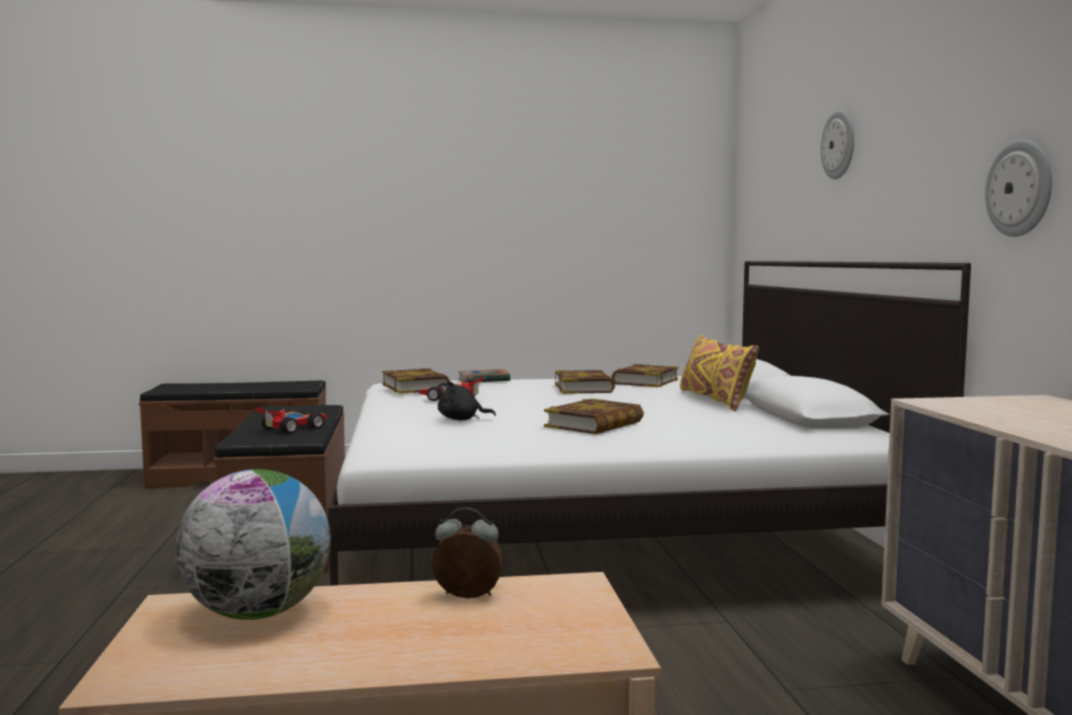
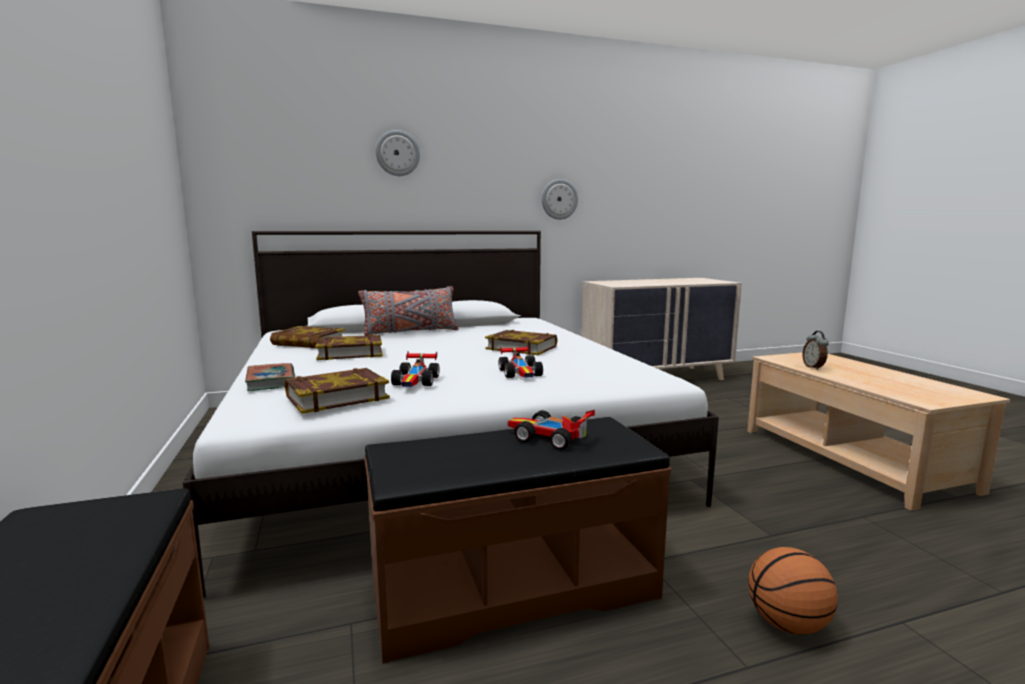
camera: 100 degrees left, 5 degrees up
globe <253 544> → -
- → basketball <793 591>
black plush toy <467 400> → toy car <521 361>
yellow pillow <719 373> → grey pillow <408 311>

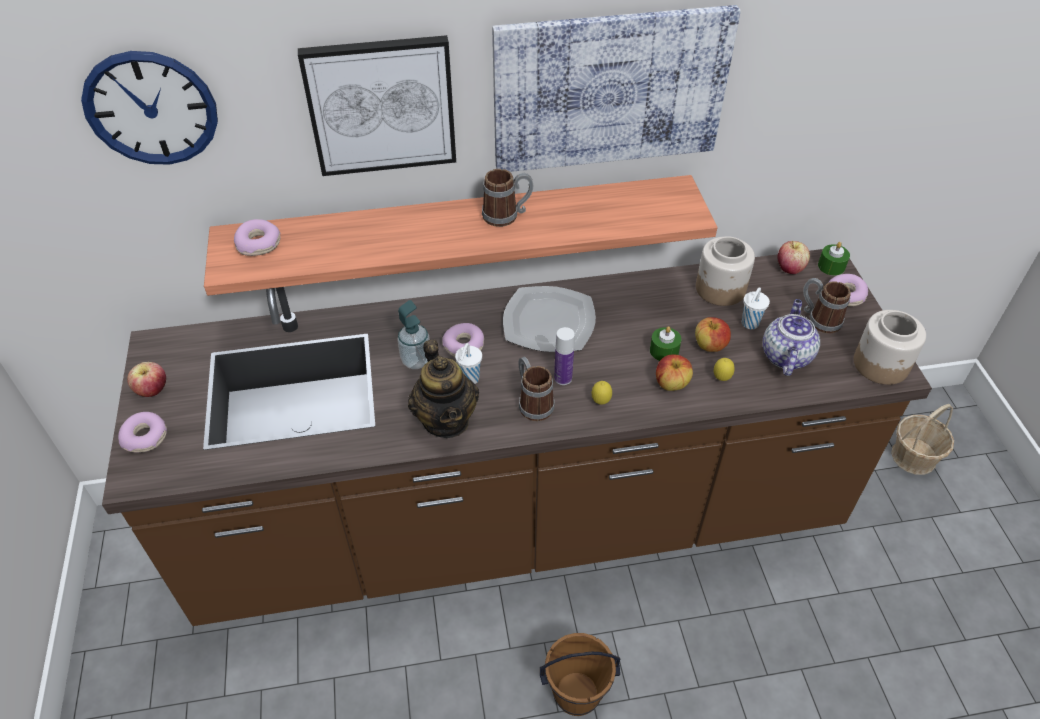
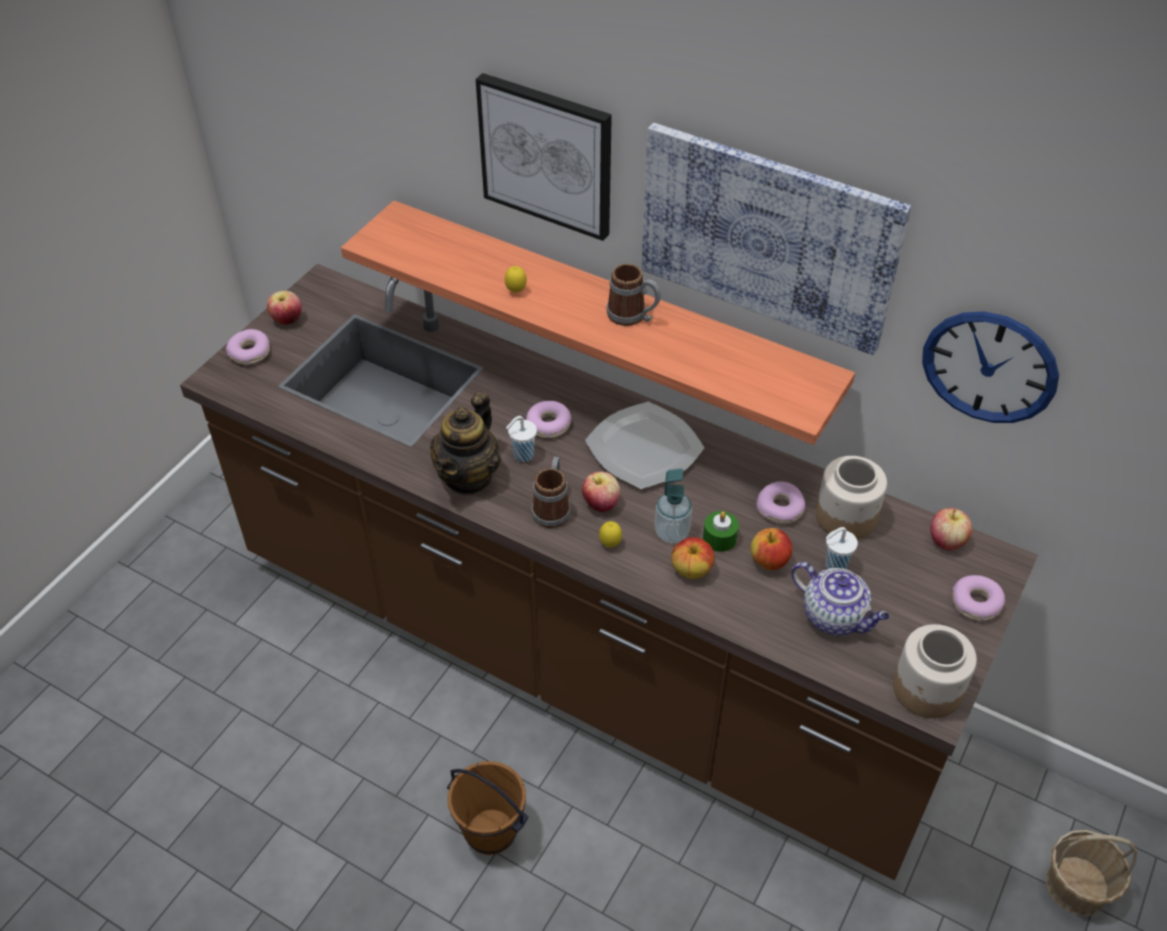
camera: 40 degrees right, 0 degrees up
mug <827 305> → -
green candle <834 259> → -
wall clock <149 108> → wall clock <990 367>, move
donut <257 237> → donut <780 502>, move
soap dispenser <413 334> → soap dispenser <673 506>, move
lemon <724 369> → lemon <516 279>, move
bottle <564 356> → apple <601 491>
teapot <791 337> → teapot <840 599>, 75 degrees clockwise

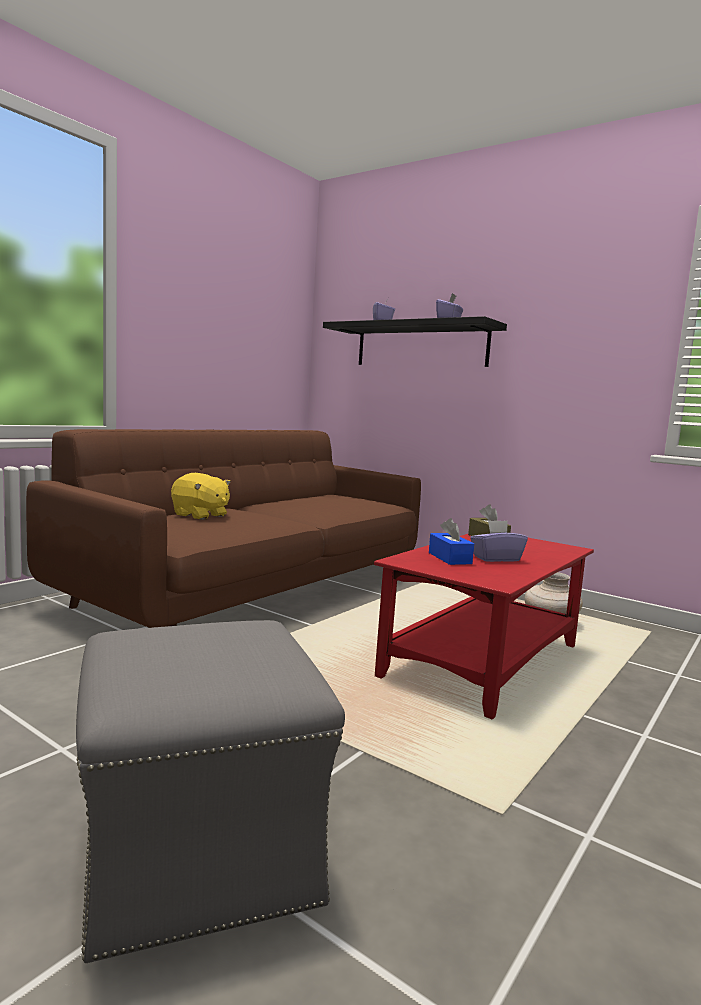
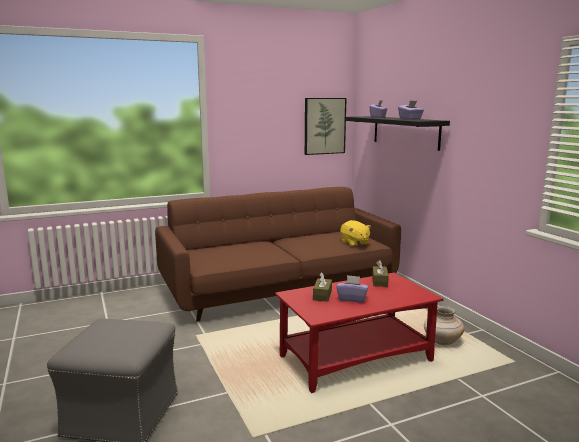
camera: 30 degrees right, 5 degrees up
- → picture <326 126>
yellow plush toy <201 496> → yellow plush toy <355 233>, move
blue tissue box <451 541> → brown tissue box <322 287>

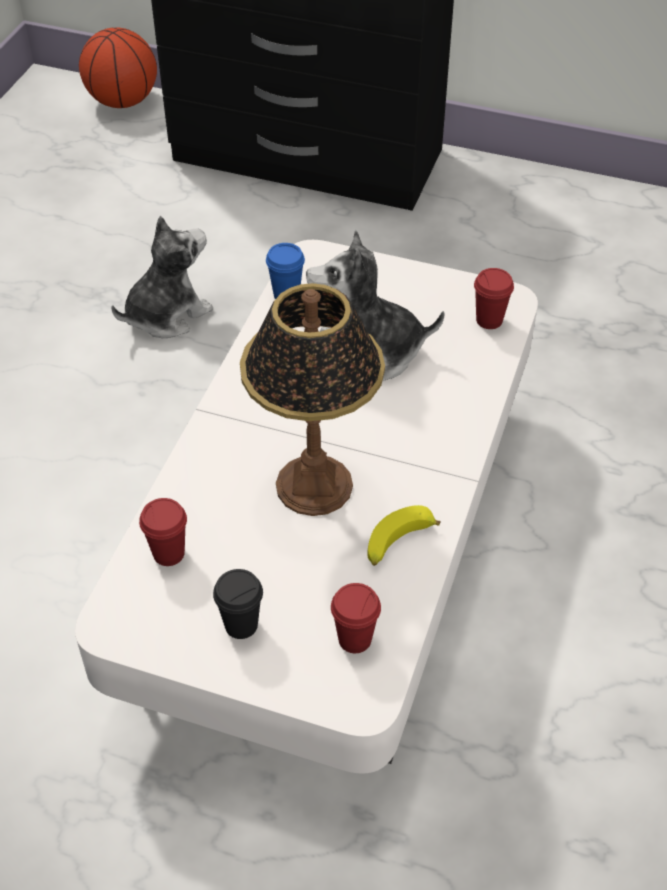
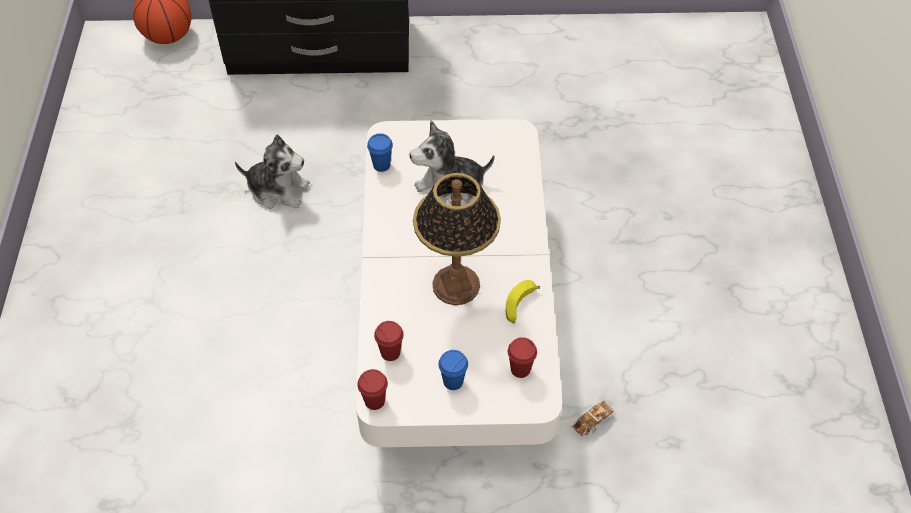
camera: 20 degrees left, 5 degrees up
- → toy car <592 418>
red cup <494 298> → red cup <372 389>, move
black cup <238 604> → blue cup <453 370>
plush toy <162 277> → plush toy <272 171>, 75 degrees clockwise

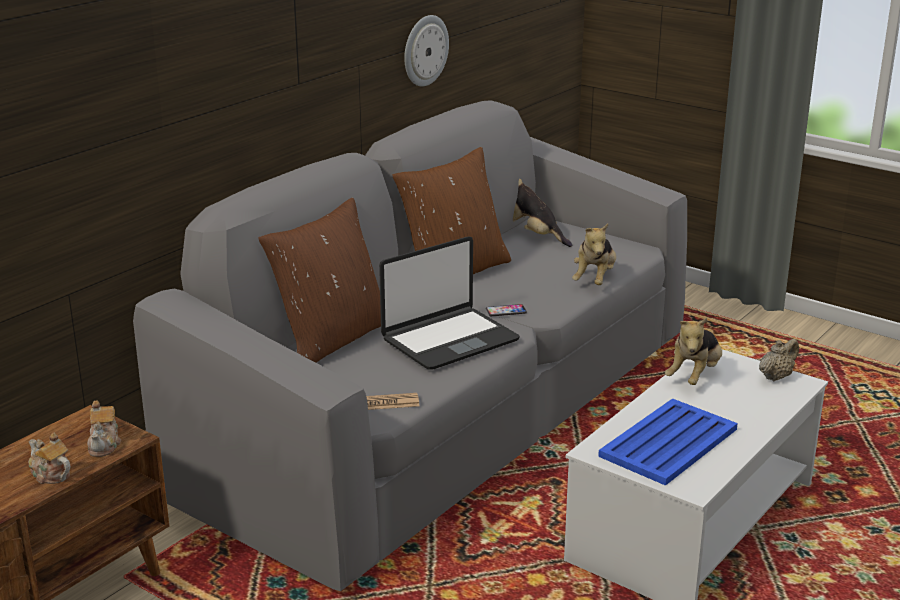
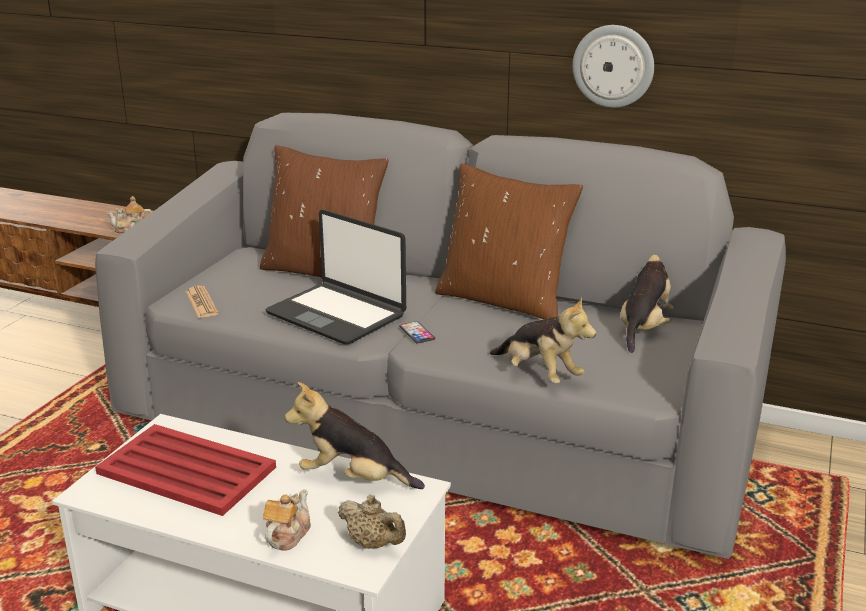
camera: 75 degrees right, 0 degrees up
teapot <49 458> → teapot <287 520>, move
blue tray <668 442> → red tray <185 470>
plush toy <594 254> → plush toy <543 340>, 135 degrees counterclockwise

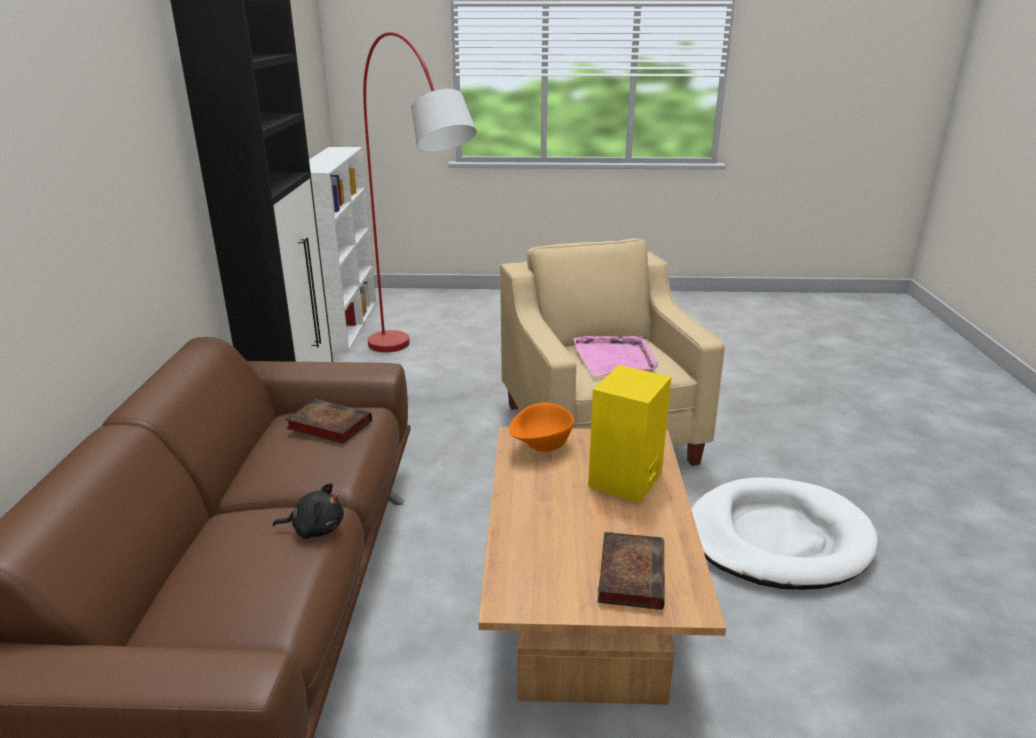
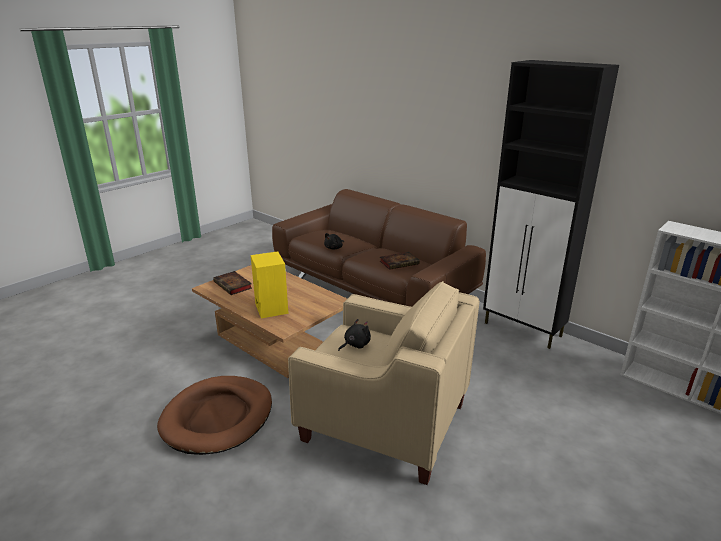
camera: 130 degrees right, 0 degrees up
red floor lamp <420 192> → -
orange bowl <541 427> → -
pink tray <615 356> → black plush toy <354 335>
white dog bed <784 534> → brown dog bed <214 415>

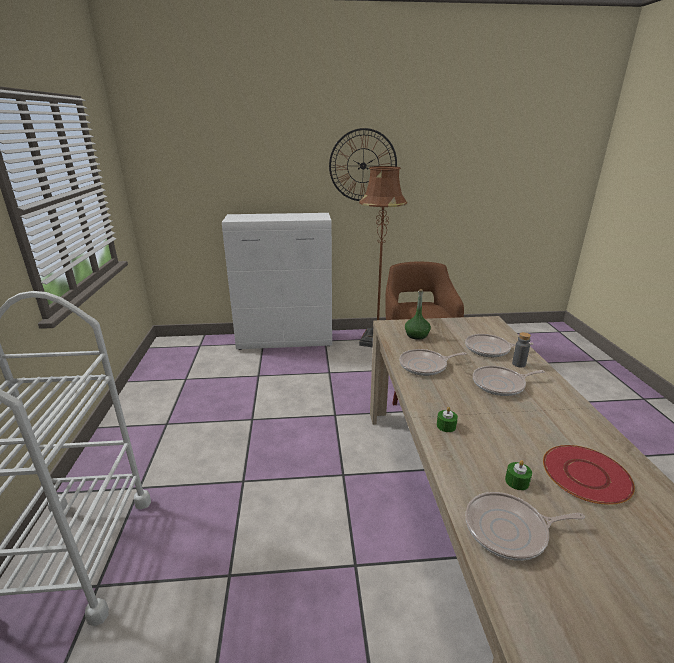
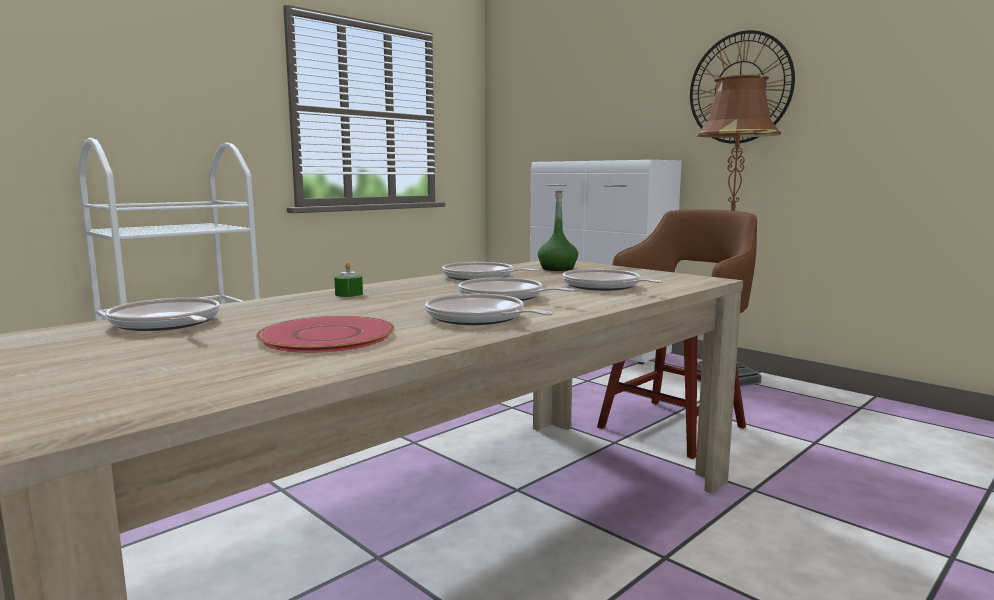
camera: 50 degrees right, 15 degrees down
green candle <518 475> → -
grey bottle <521 349> → -
- → frying pan <489 309>

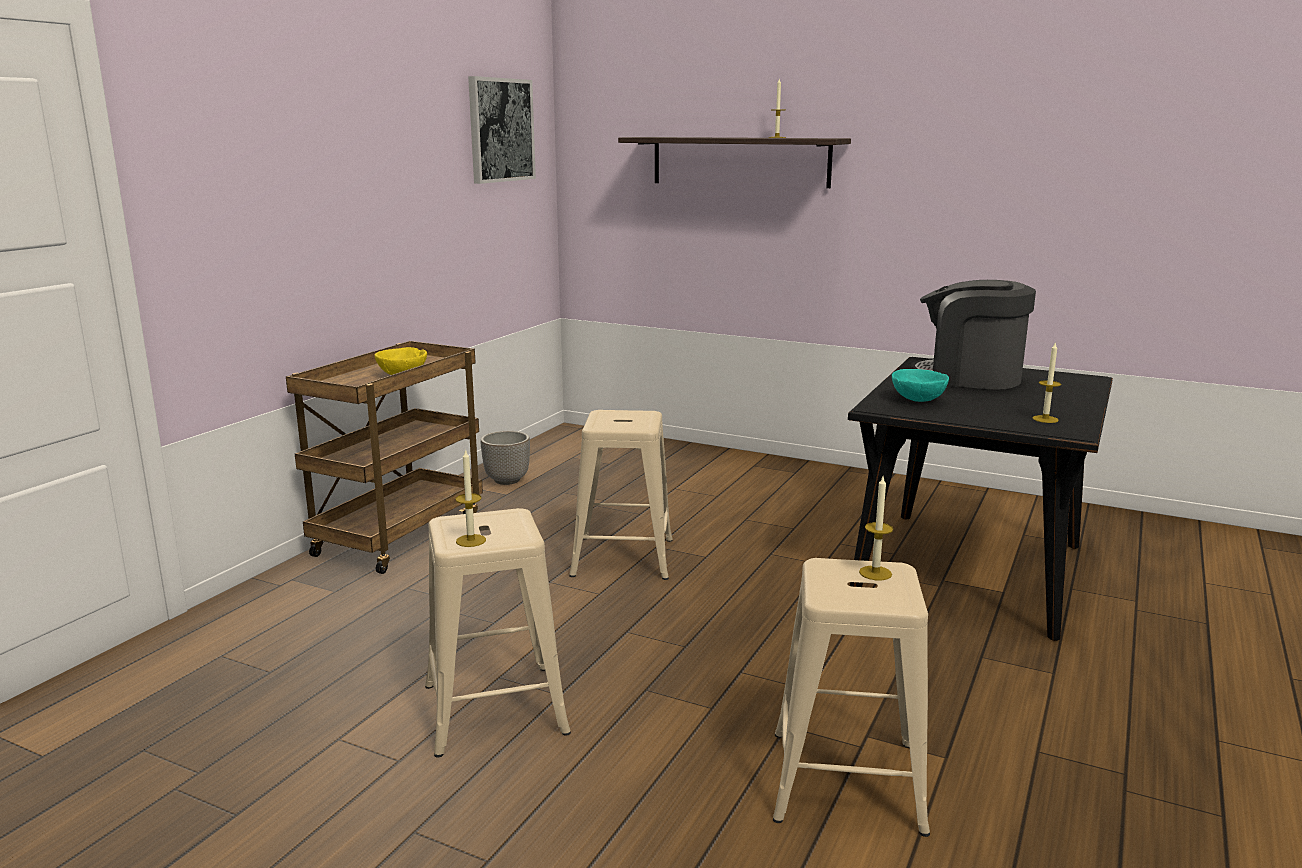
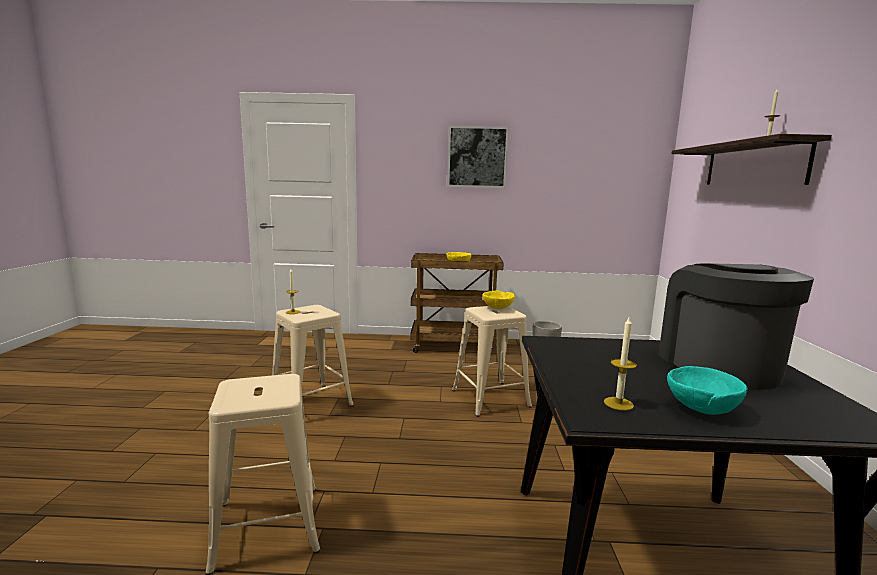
camera: 65 degrees right, 5 degrees down
candle <876 528> → -
- → yellow bowl <499 300>
picture <502 130> → picture <478 157>, move
turquoise bowl <920 385> → turquoise bowl <707 390>, move

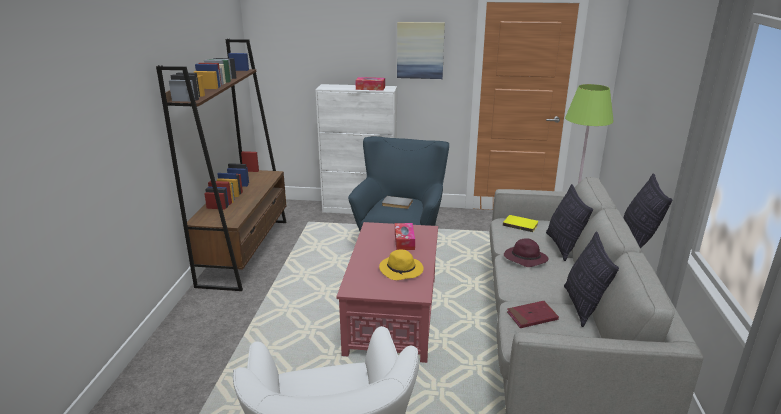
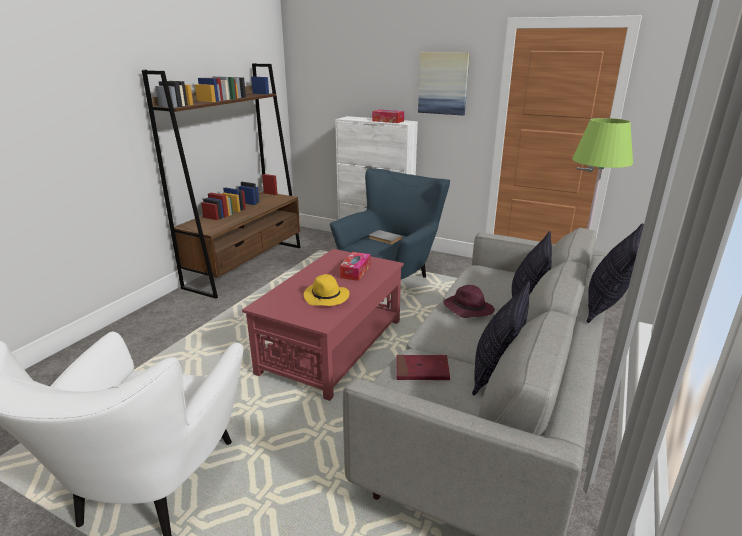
camera: 20 degrees right, 0 degrees up
yellow book <520 223> → -

